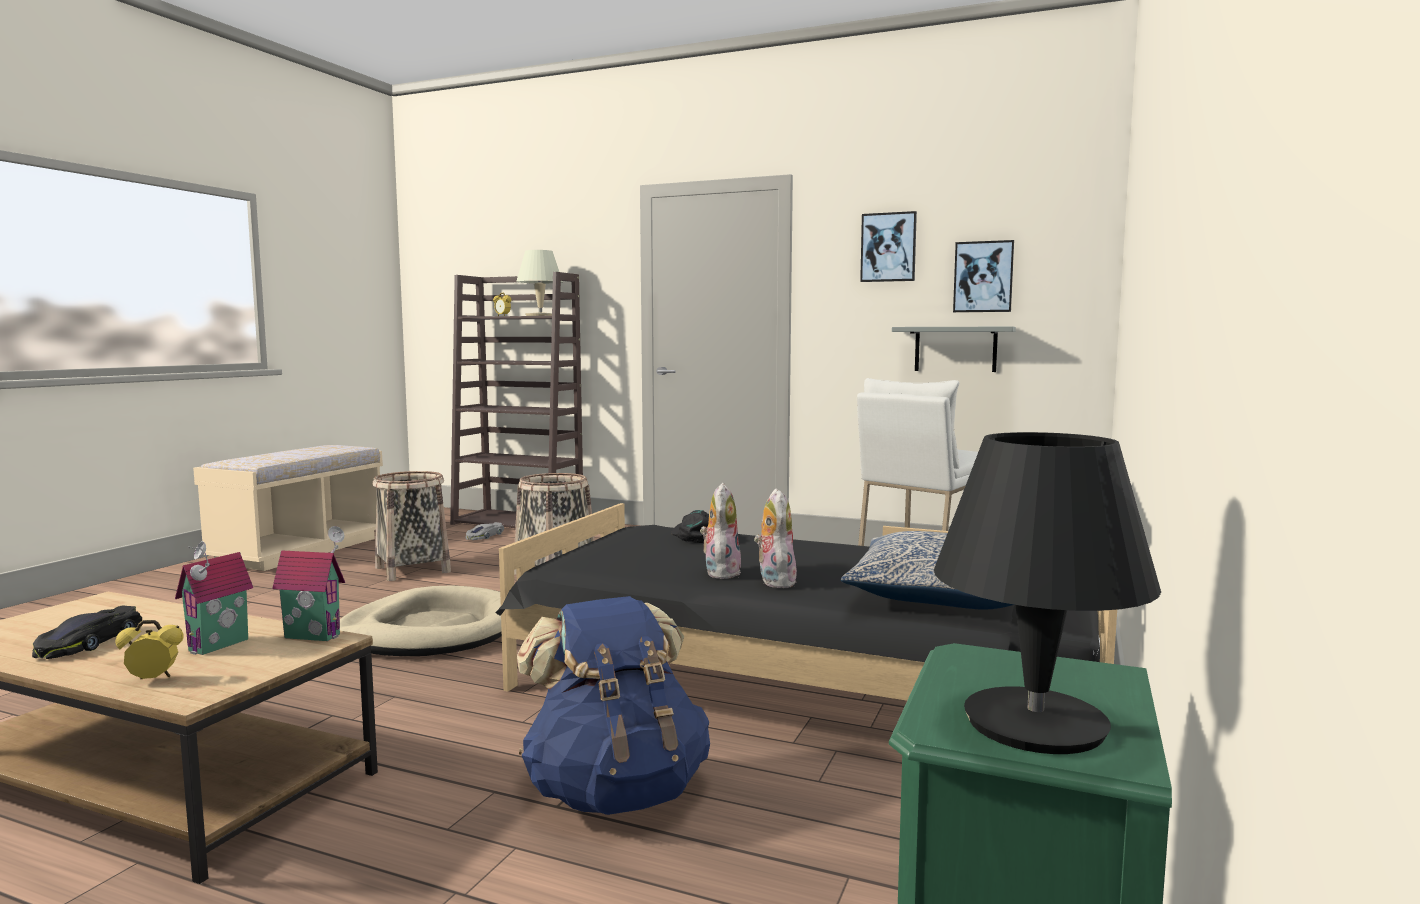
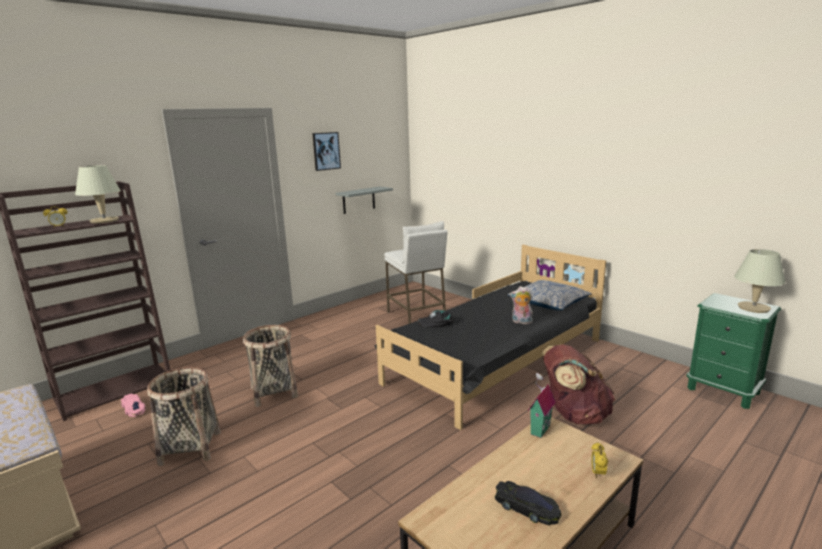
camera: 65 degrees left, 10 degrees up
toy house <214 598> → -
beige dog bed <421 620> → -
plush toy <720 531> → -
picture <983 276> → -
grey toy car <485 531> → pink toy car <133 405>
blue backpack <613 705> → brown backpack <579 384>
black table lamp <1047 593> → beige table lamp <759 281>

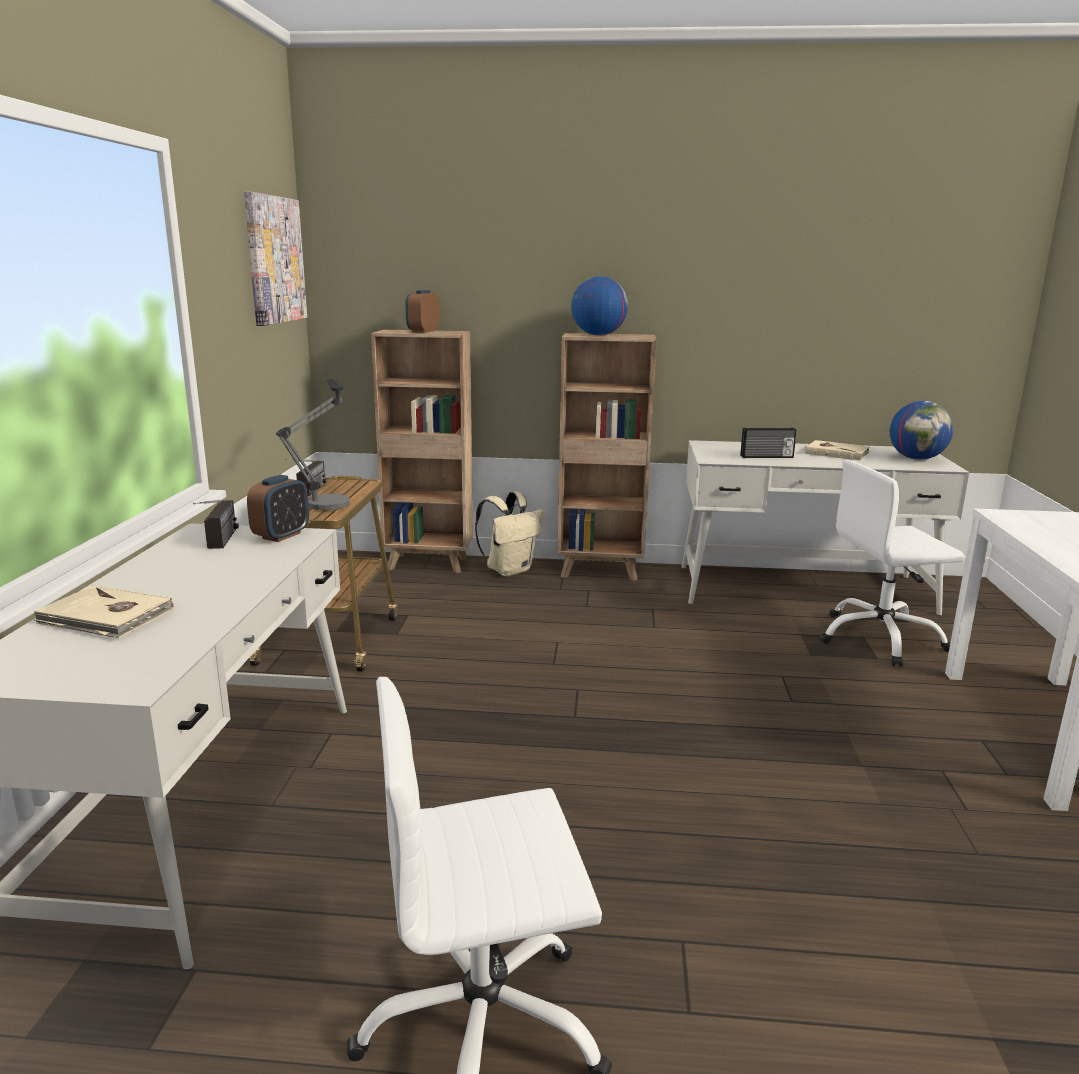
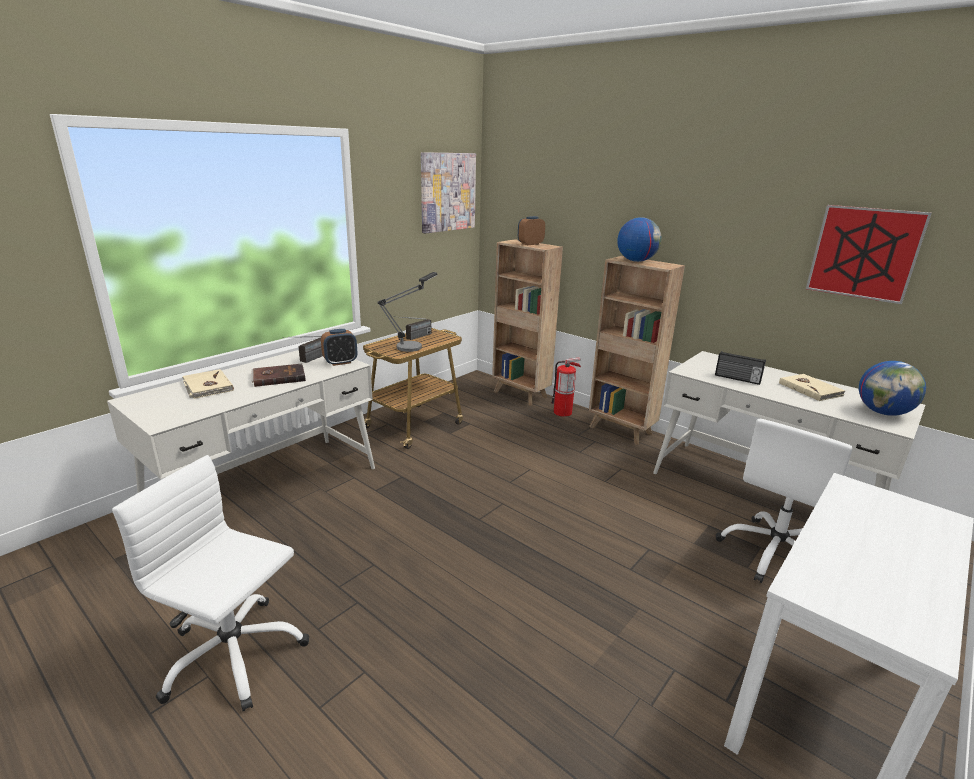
camera: 35 degrees right, 5 degrees up
- → brown book <278 375>
- → picture <869 254>
beige backpack <509 533> → fire extinguisher <566 387>
white office chair <892 563> → white office chair <784 501>, 75 degrees counterclockwise

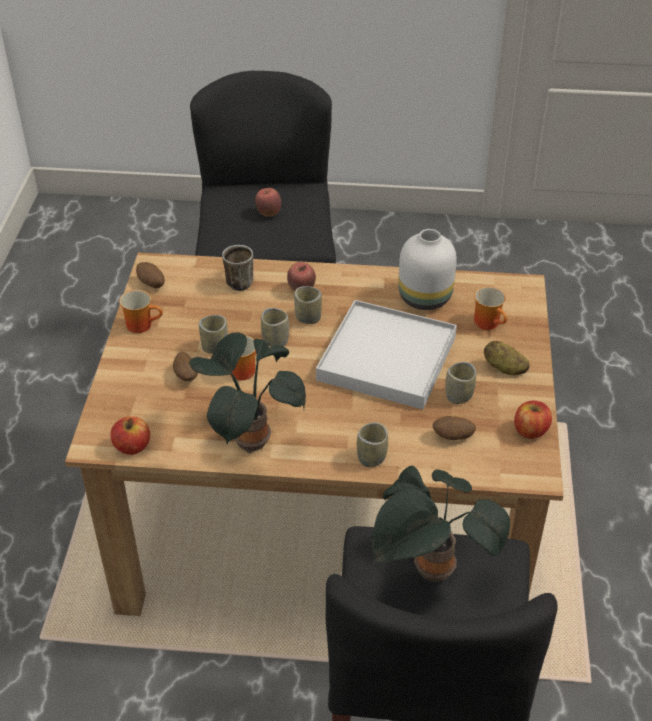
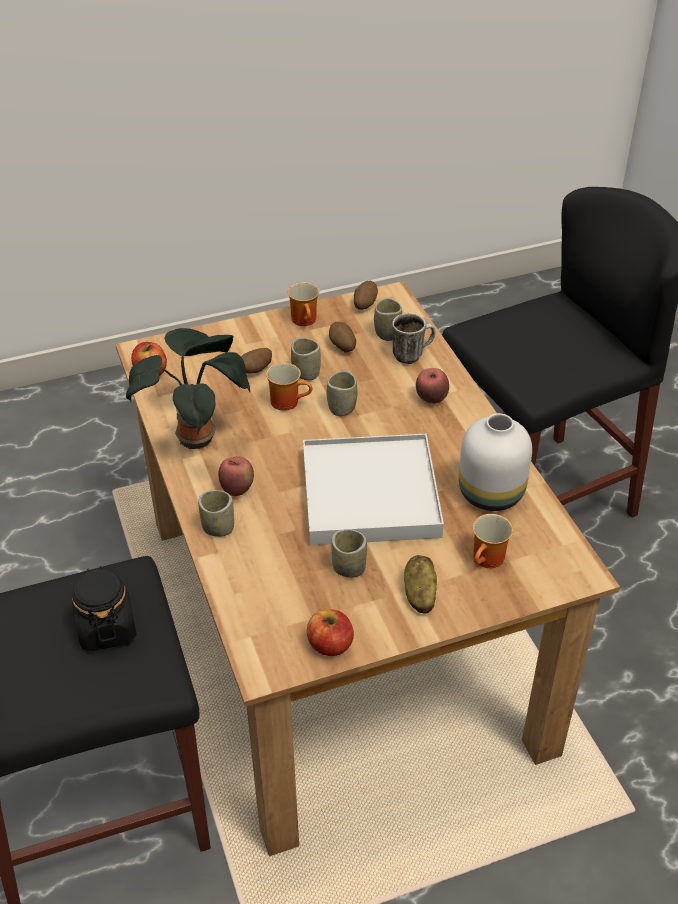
camera: 65 degrees right, 0 degrees up
apple <268 202> → apple <236 476>, move
cup <308 305> → cup <388 319>, move
potato <454 428> → potato <342 337>, move
potted plant <441 524> → black jar <104 608>

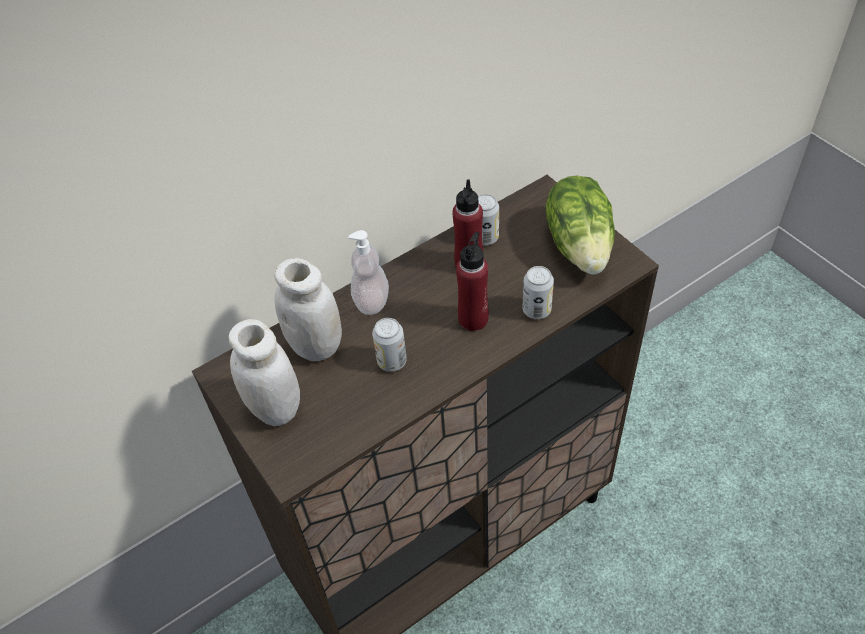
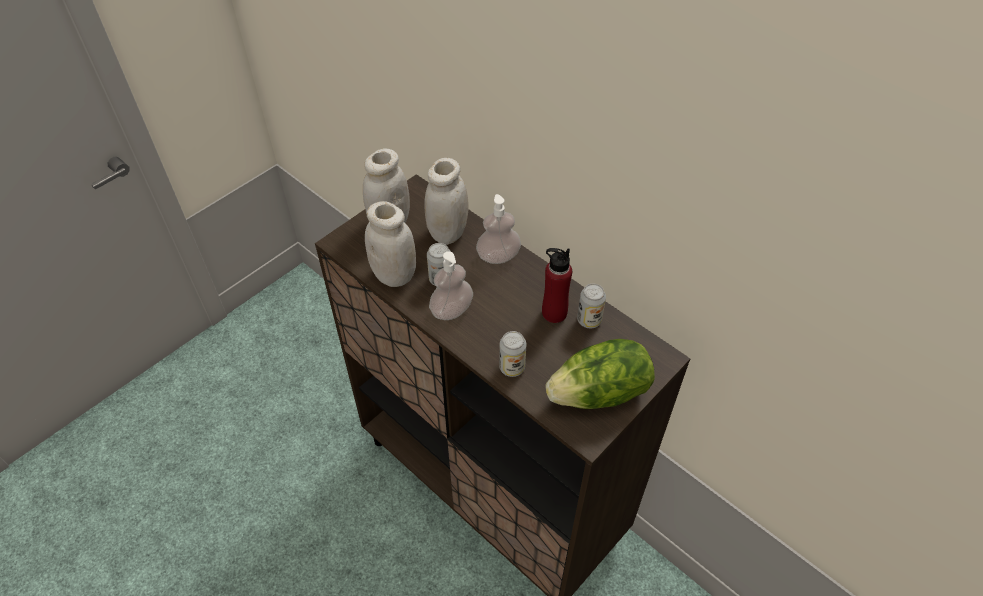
camera: 75 degrees right, 0 degrees up
red bottle <472 281> → -
- → white jar <390 244>
- → soap dispenser <451 285>

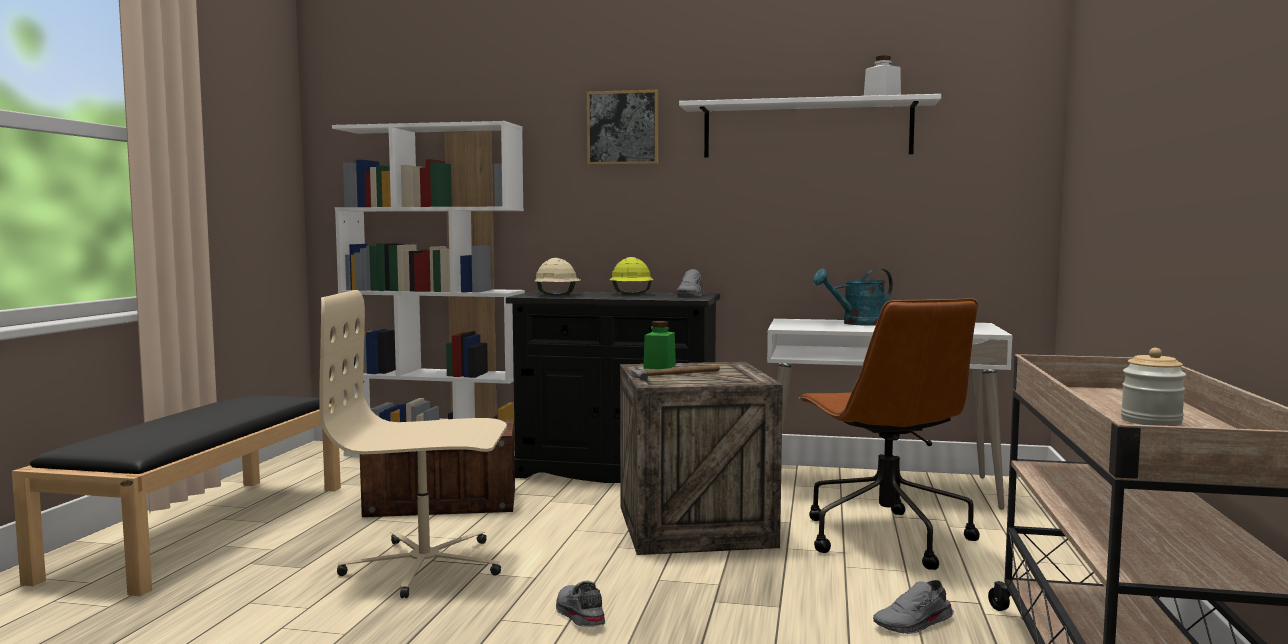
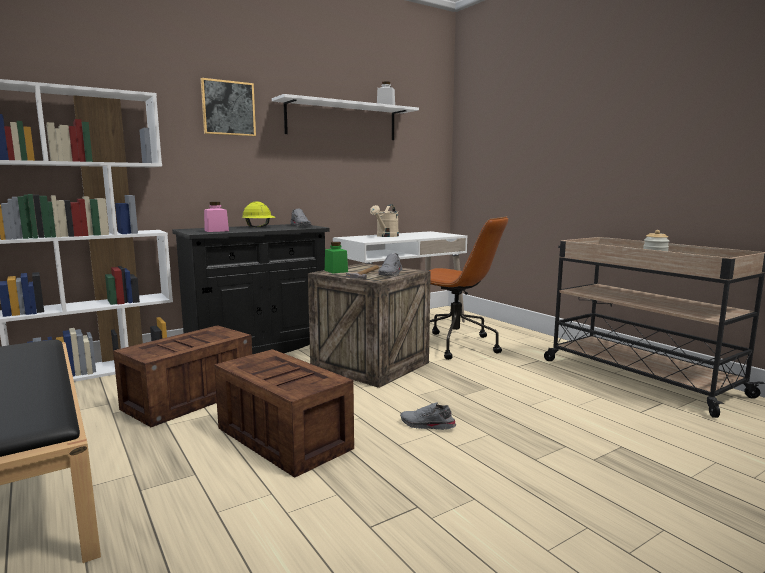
camera: 45 degrees left, 5 degrees up
grey shoe <913 607> → grey shoe <390 264>, move
beige office chair <413 444> → crate <284 413>
beige hard hat <557 277> → pink jar <216 217>
turquoise watering can <853 297> → beige watering can <384 221>

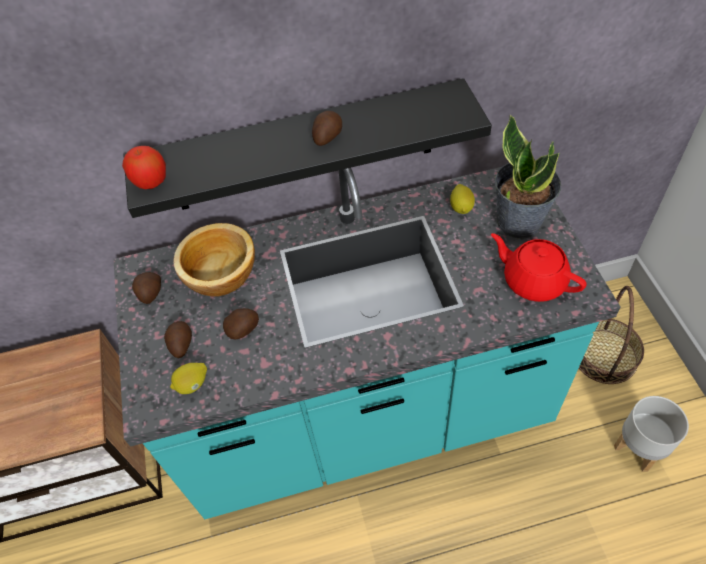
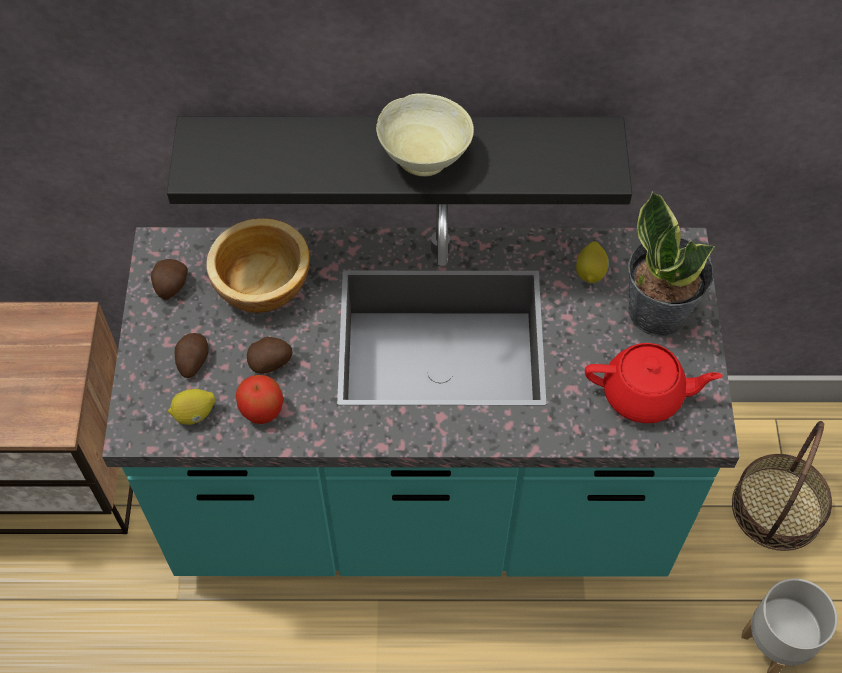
camera: 10 degrees right, 5 degrees up
apple <144 167> → apple <260 399>, move
potato <327 128> → beige bowl <425 134>
red teapot <538 267> → red teapot <654 383>, 135 degrees clockwise

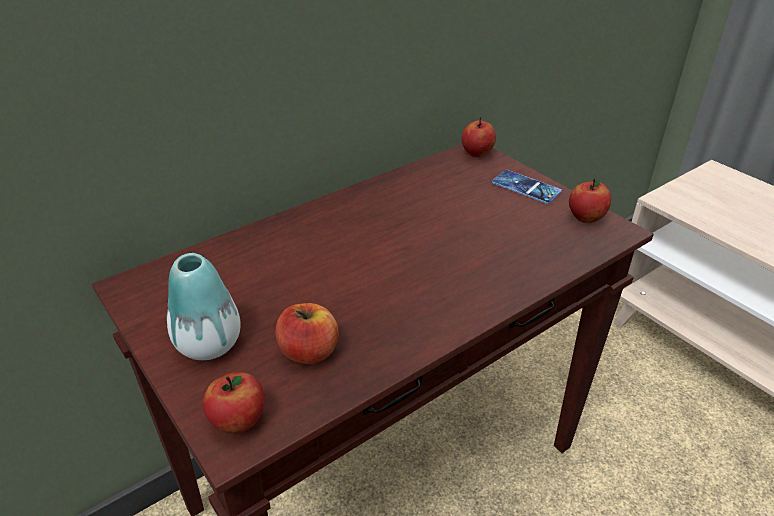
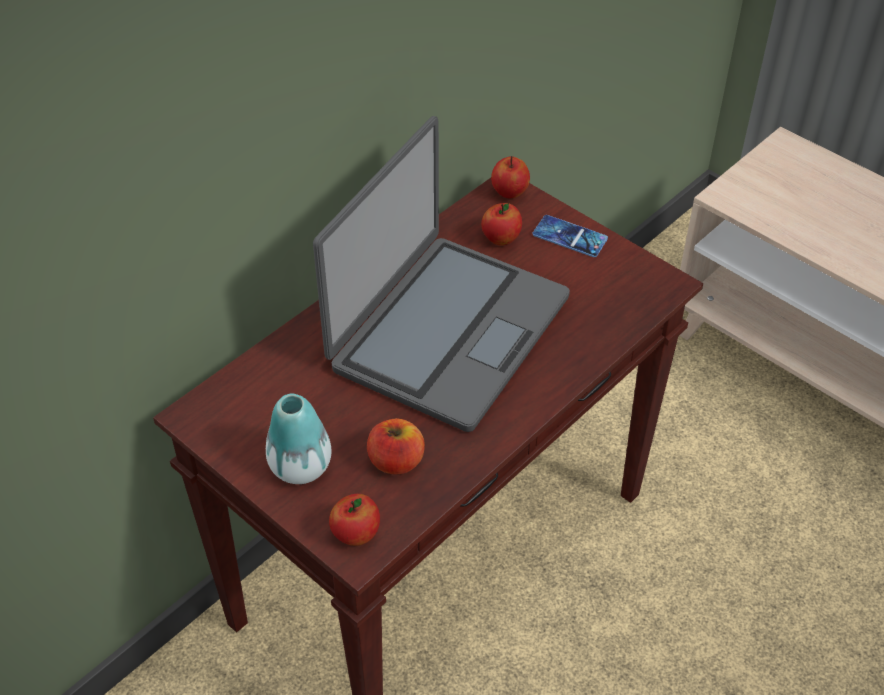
camera: 10 degrees left, 10 degrees up
- → laptop <441 274>
apple <590 200> → apple <501 224>, move

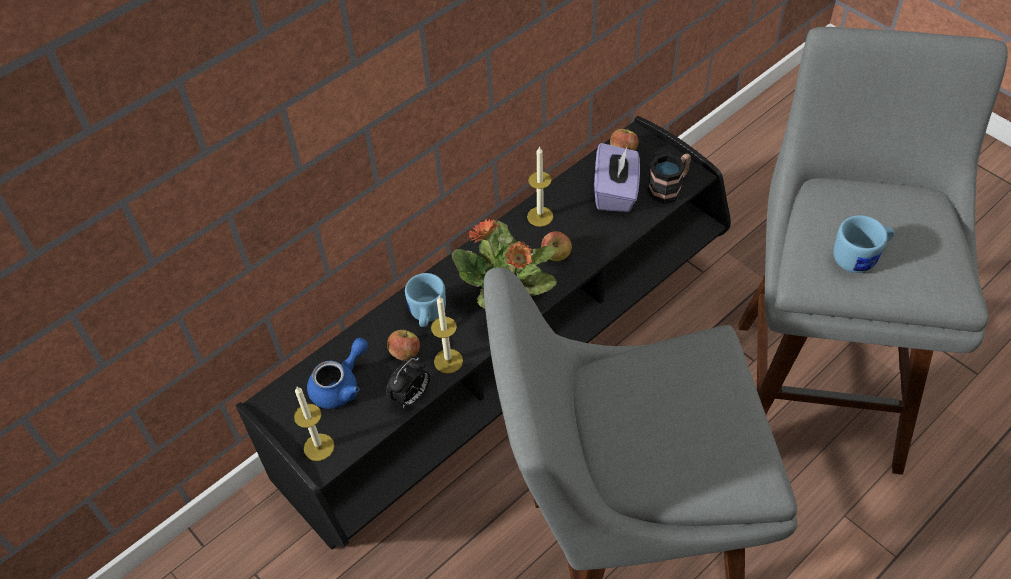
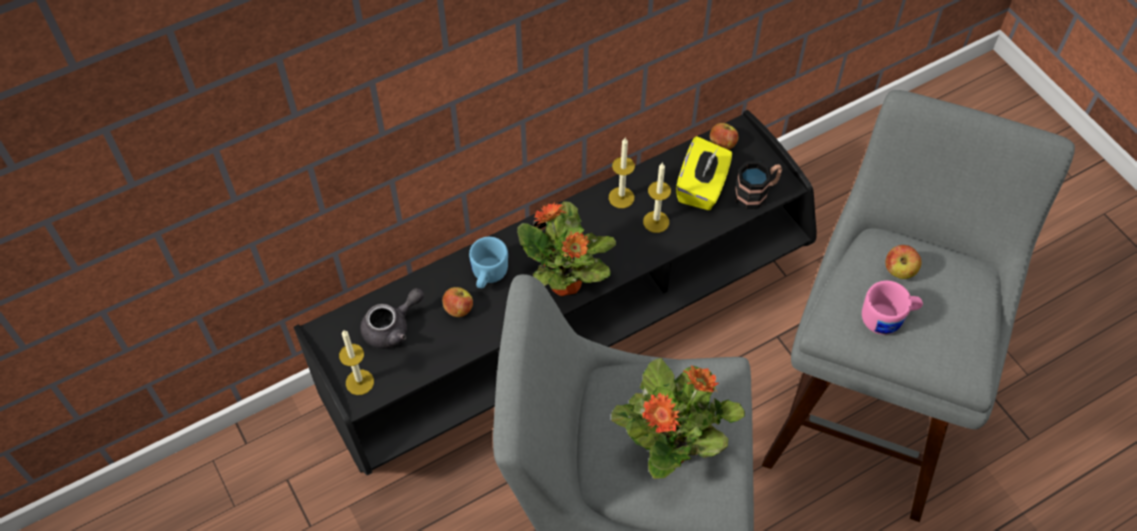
camera: 10 degrees right, 5 degrees up
alarm clock <408 382> → -
- → potted plant <678 418>
candle <447 335> → candle <657 197>, move
apple <556 246> → apple <903 262>, move
blue teapot <337 373> → grey teapot <392 318>
purple tissue box <617 177> → yellow tissue box <704 173>
blue mug <864 244> → pink mug <892 308>

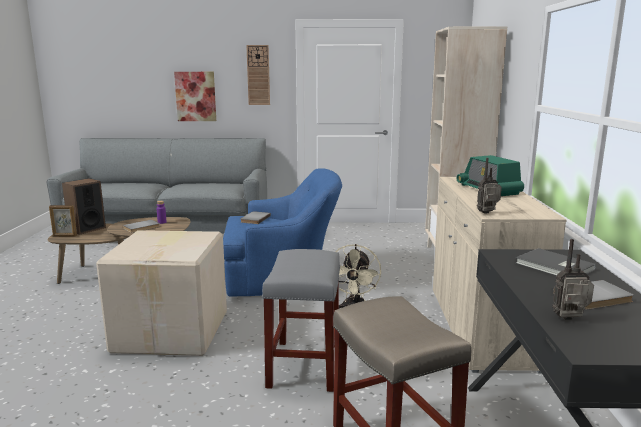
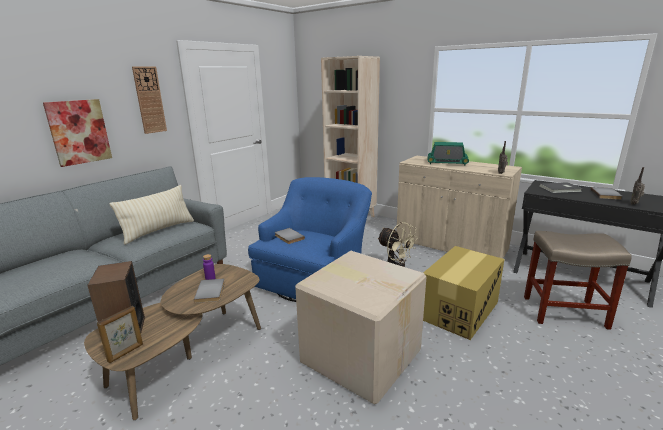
camera: 55 degrees left, 5 degrees up
- → beige pillow <152 215>
grey stool <301 320> → cardboard box <463 293>

